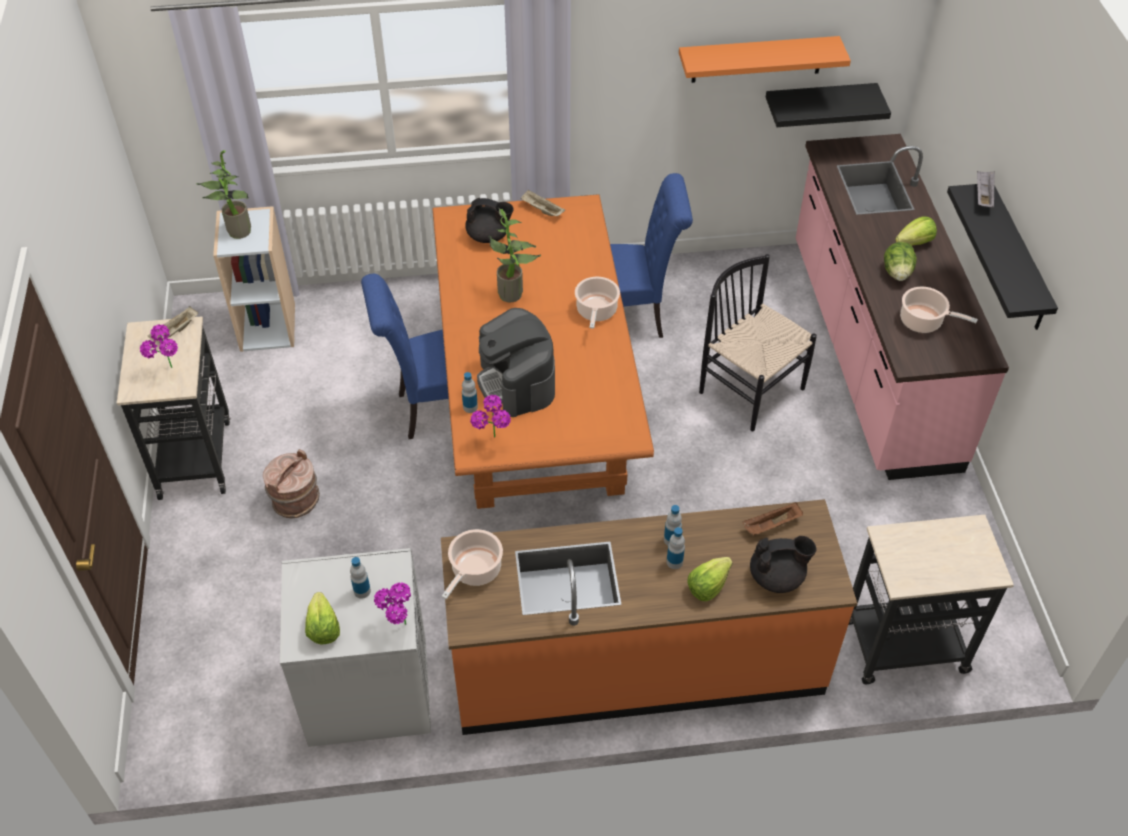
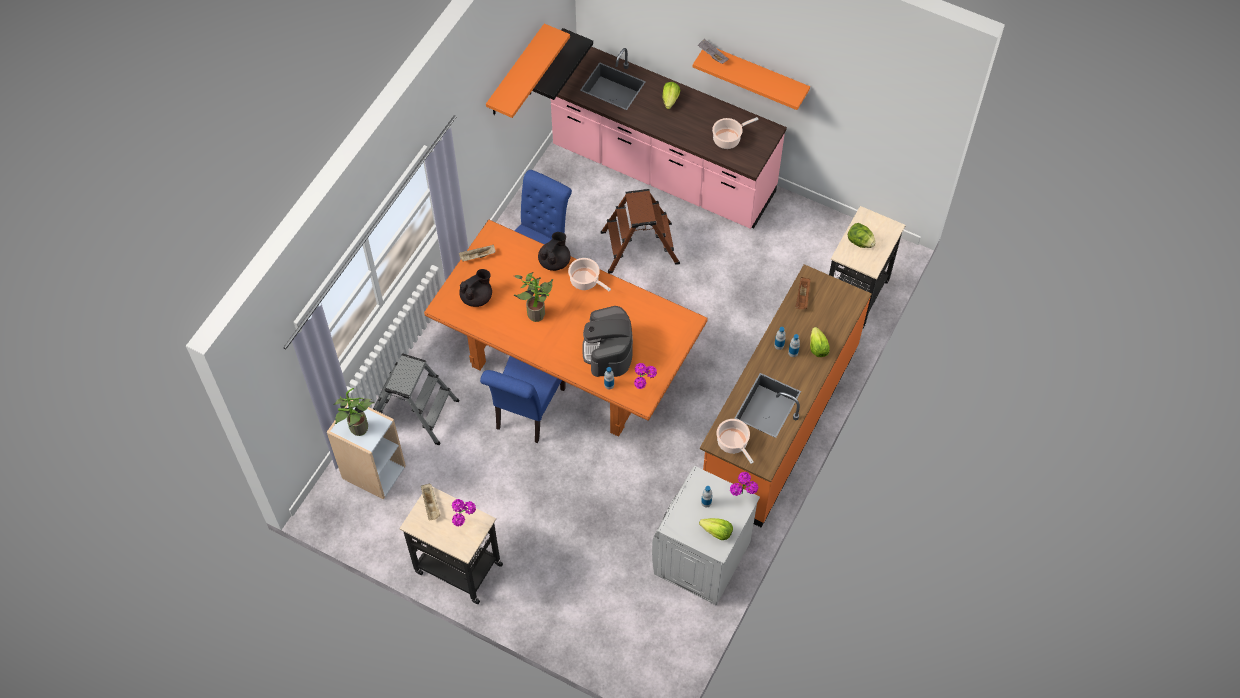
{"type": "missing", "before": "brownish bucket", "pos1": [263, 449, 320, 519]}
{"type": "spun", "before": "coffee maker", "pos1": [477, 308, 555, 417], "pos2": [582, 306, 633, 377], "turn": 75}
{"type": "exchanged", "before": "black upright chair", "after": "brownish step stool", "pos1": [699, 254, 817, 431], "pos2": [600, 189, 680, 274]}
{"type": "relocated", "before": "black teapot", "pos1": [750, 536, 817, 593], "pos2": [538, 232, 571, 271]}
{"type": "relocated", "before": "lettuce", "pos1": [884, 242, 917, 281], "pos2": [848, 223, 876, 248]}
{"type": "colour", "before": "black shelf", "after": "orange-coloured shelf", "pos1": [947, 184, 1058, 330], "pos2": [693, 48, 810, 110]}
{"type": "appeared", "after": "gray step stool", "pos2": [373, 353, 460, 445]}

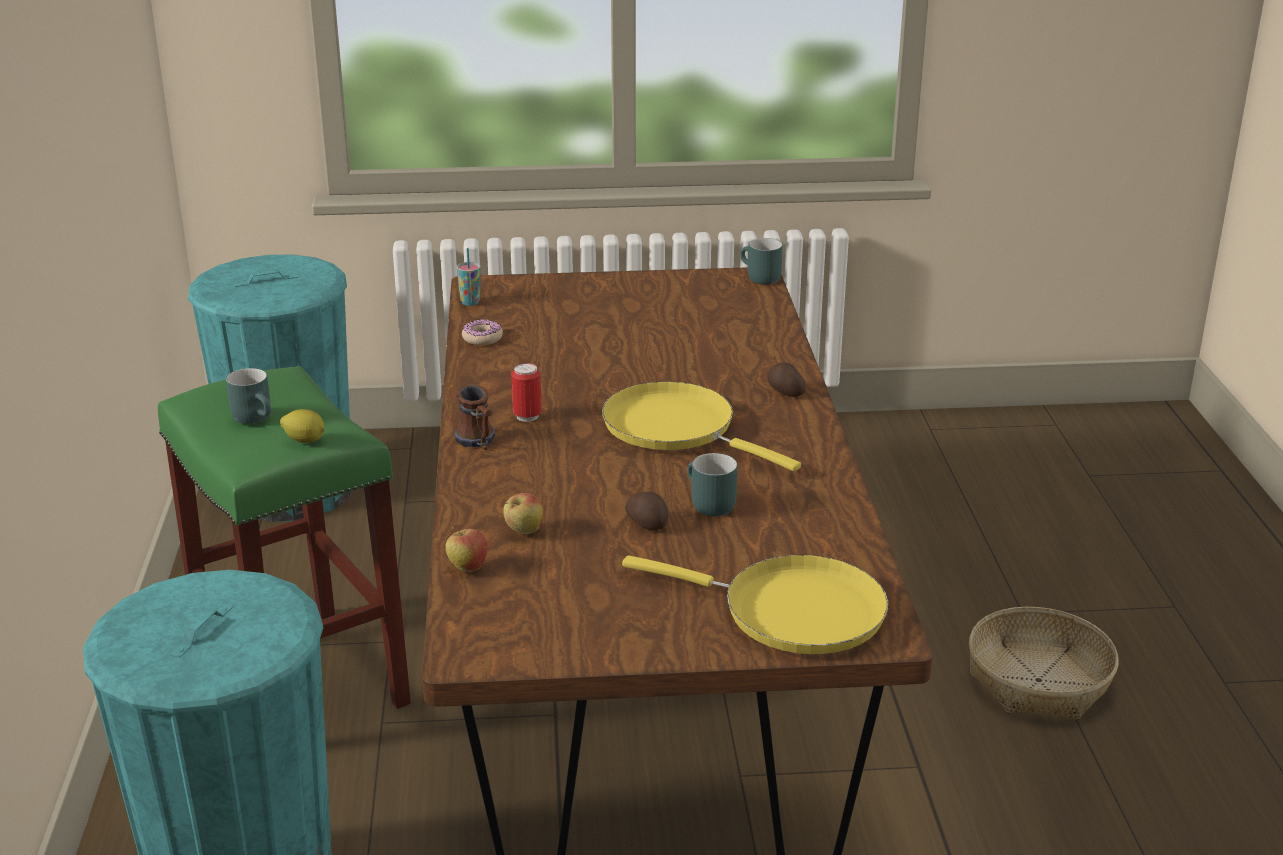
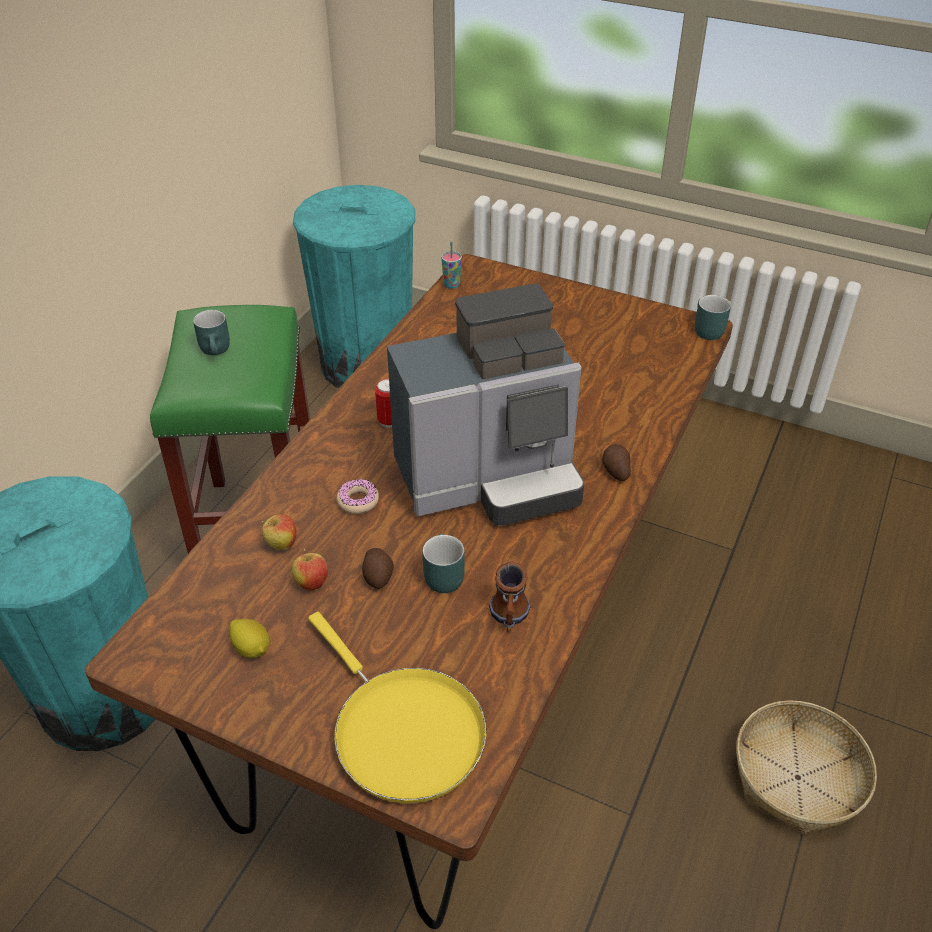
{"type": "relocated", "before": "lemon", "pos1": [280, 409, 325, 443], "pos2": [229, 619, 270, 658]}
{"type": "relocated", "before": "whole apple", "pos1": [445, 527, 488, 572], "pos2": [292, 549, 328, 591]}
{"type": "relocated", "before": "mug", "pos1": [454, 384, 495, 450], "pos2": [489, 562, 531, 632]}
{"type": "relocated", "before": "donut", "pos1": [462, 319, 503, 345], "pos2": [337, 479, 379, 514]}
{"type": "exchanged", "before": "yellowish pan", "after": "coffee maker", "pos1": [602, 381, 801, 472], "pos2": [387, 284, 584, 525]}

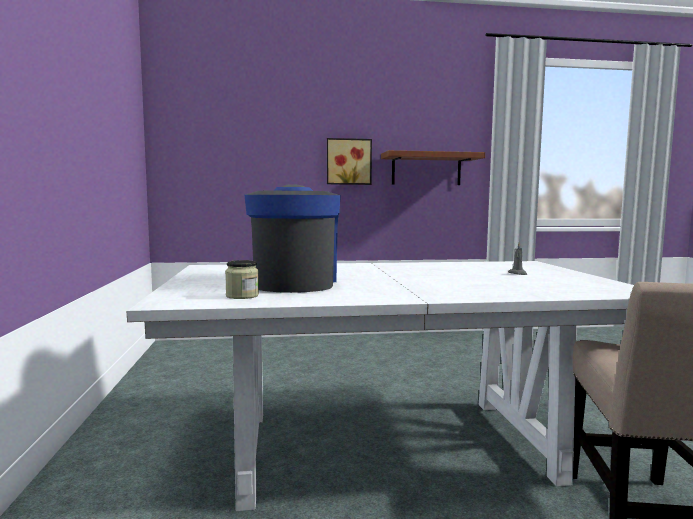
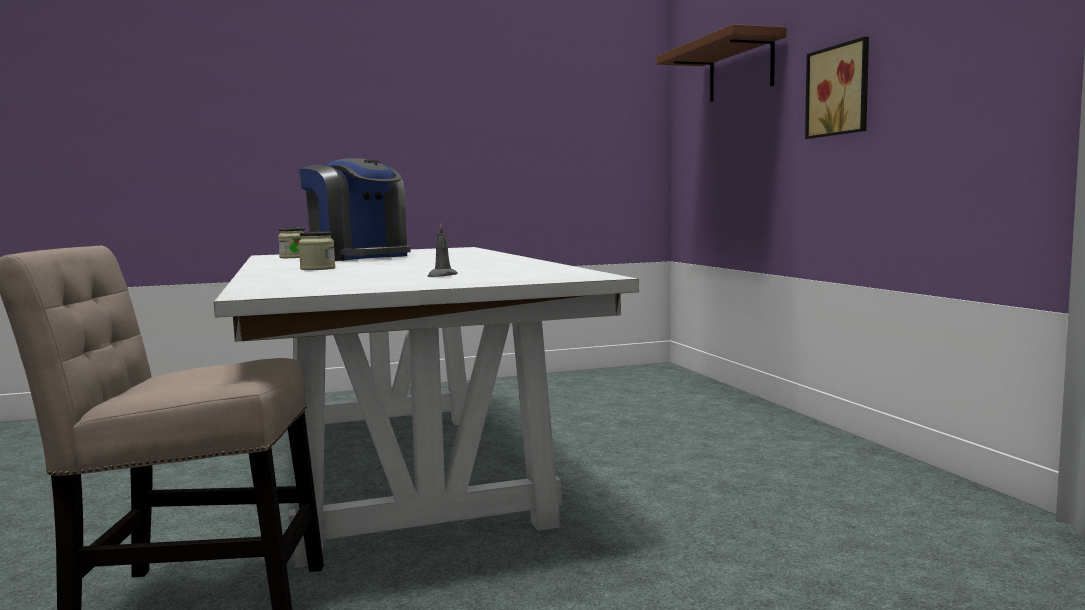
{"type": "spun", "before": "coffee maker", "pos1": [245, 184, 341, 293], "pos2": [299, 158, 410, 261], "turn": 60}
{"type": "relocated", "before": "brownish shelf", "pos1": [381, 150, 485, 185], "pos2": [657, 24, 787, 102]}
{"type": "appeared", "after": "storage jar", "pos2": [298, 232, 335, 270]}

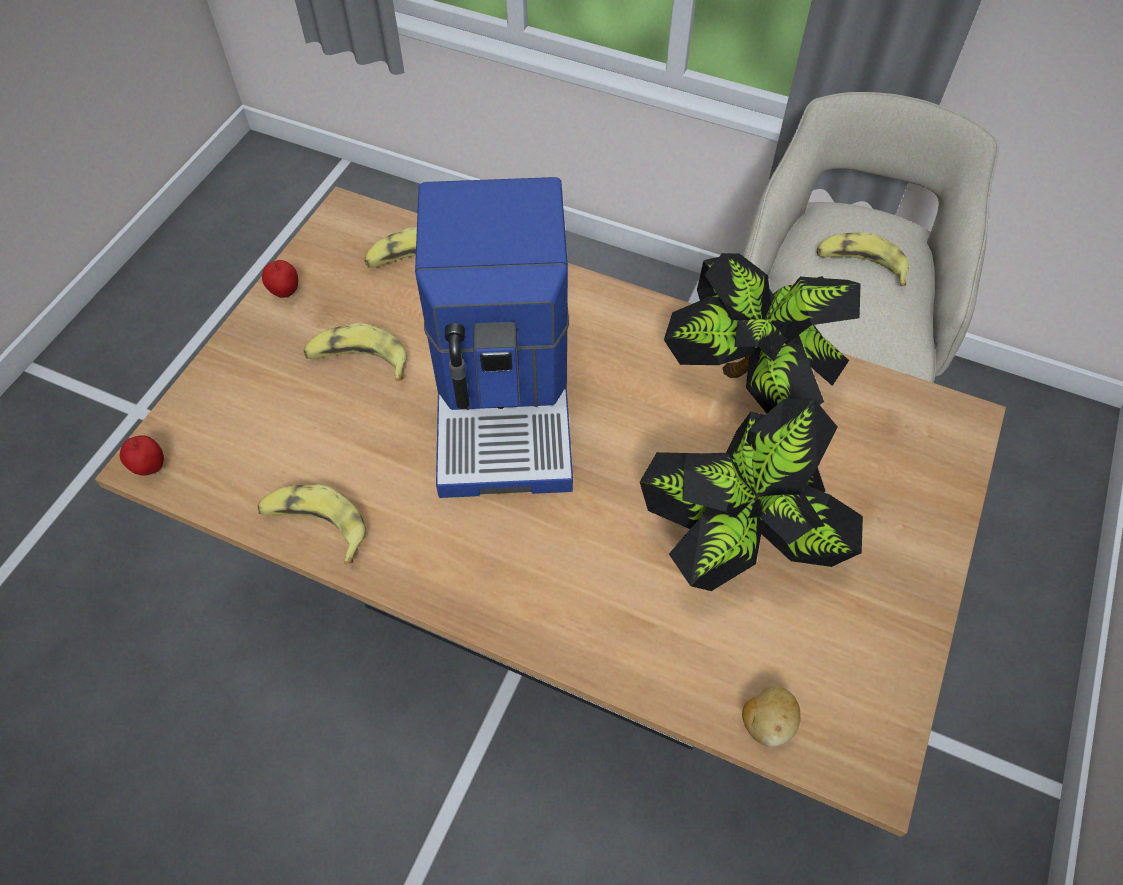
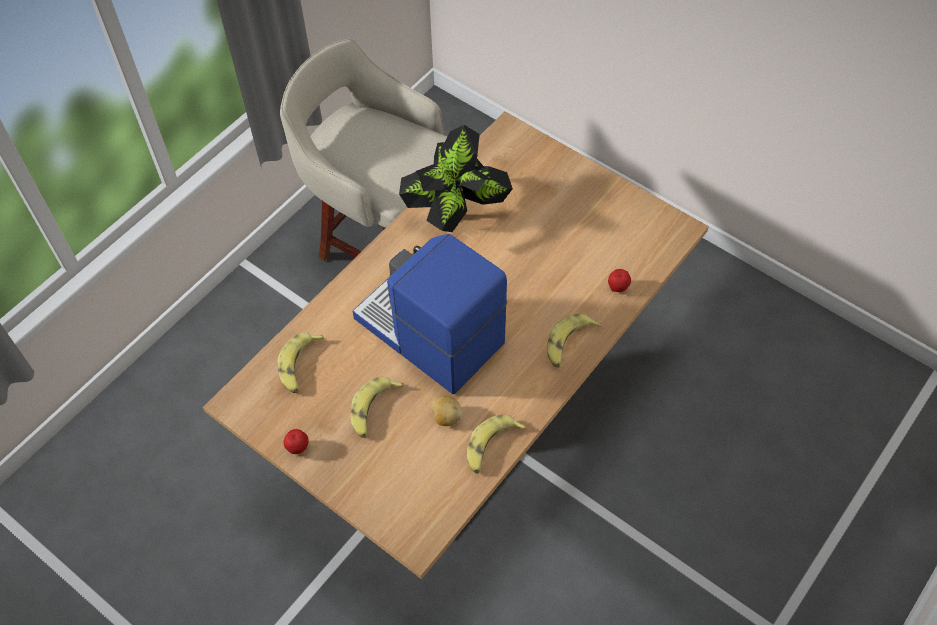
{"type": "relocated", "before": "whole apple", "pos1": [120, 435, 164, 475], "pos2": [608, 269, 631, 292]}
{"type": "spun", "before": "coffee maker", "pos1": [415, 177, 573, 498], "pos2": [353, 234, 507, 394], "turn": -150}
{"type": "missing", "before": "houseplant", "pos1": [640, 398, 863, 591]}
{"type": "relocated", "before": "potato", "pos1": [742, 685, 801, 747], "pos2": [431, 396, 462, 426]}
{"type": "relocated", "before": "whole banana", "pos1": [817, 232, 909, 286], "pos2": [547, 314, 601, 367]}

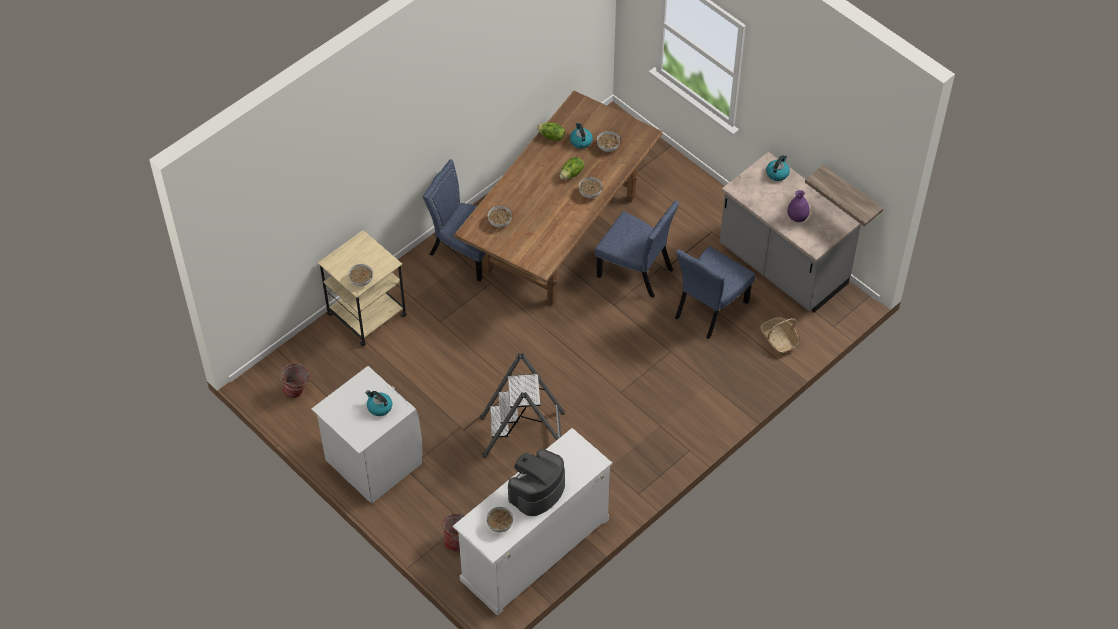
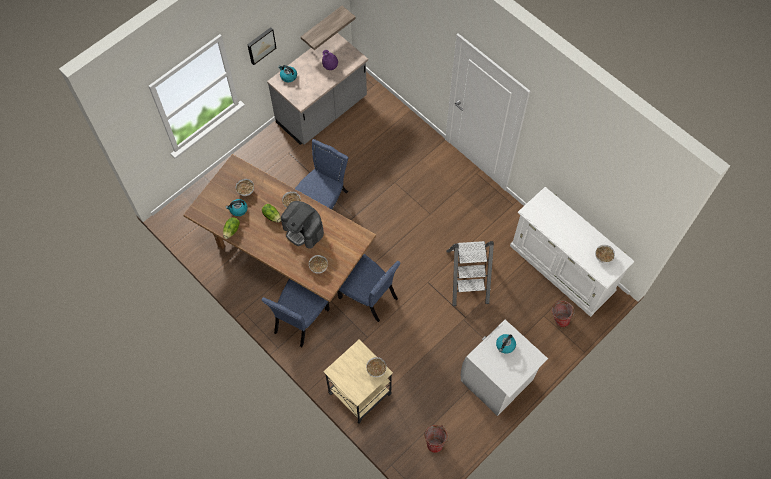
{"type": "relocated", "before": "coffee maker", "pos1": [508, 449, 565, 516], "pos2": [281, 201, 324, 249]}
{"type": "relocated", "before": "blue upright chair", "pos1": [675, 246, 755, 339], "pos2": [338, 254, 400, 322]}
{"type": "missing", "before": "basket", "pos1": [760, 317, 799, 354]}
{"type": "appeared", "after": "picture", "pos2": [247, 27, 276, 65]}

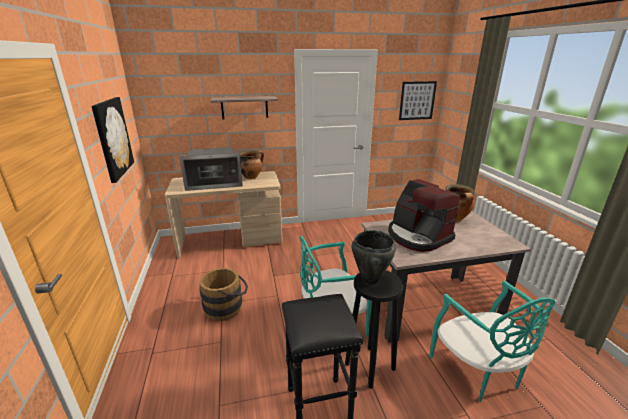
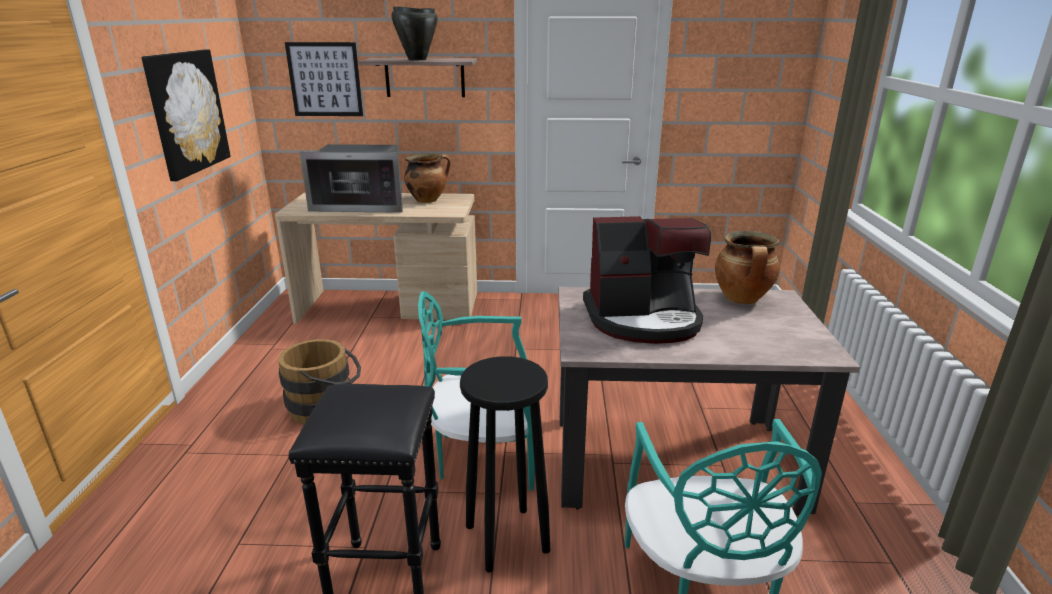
{"type": "relocated", "before": "black stockpot", "pos1": [352, 230, 396, 284], "pos2": [391, 6, 438, 60]}
{"type": "spun", "before": "coffee maker", "pos1": [388, 179, 460, 252], "pos2": [583, 216, 711, 344], "turn": -75}
{"type": "relocated", "before": "picture", "pos1": [399, 81, 437, 120], "pos2": [285, 42, 363, 116]}

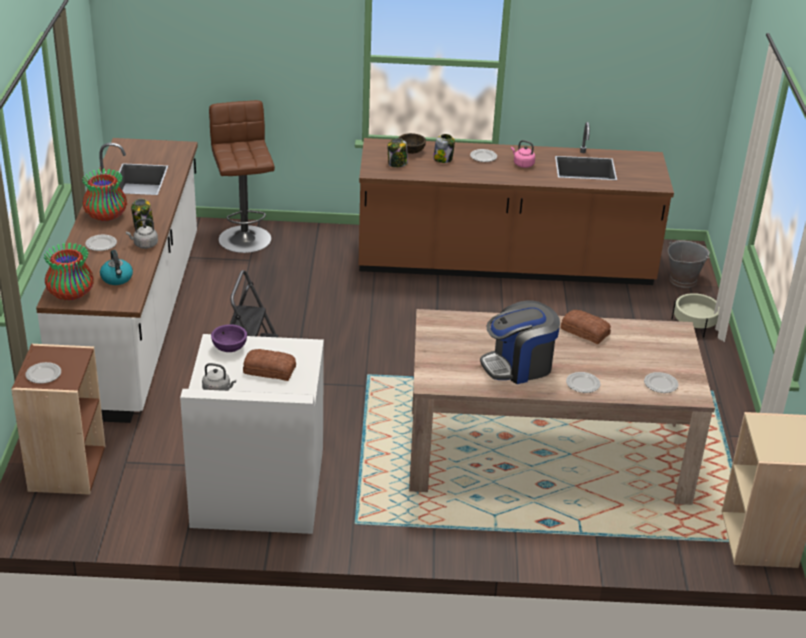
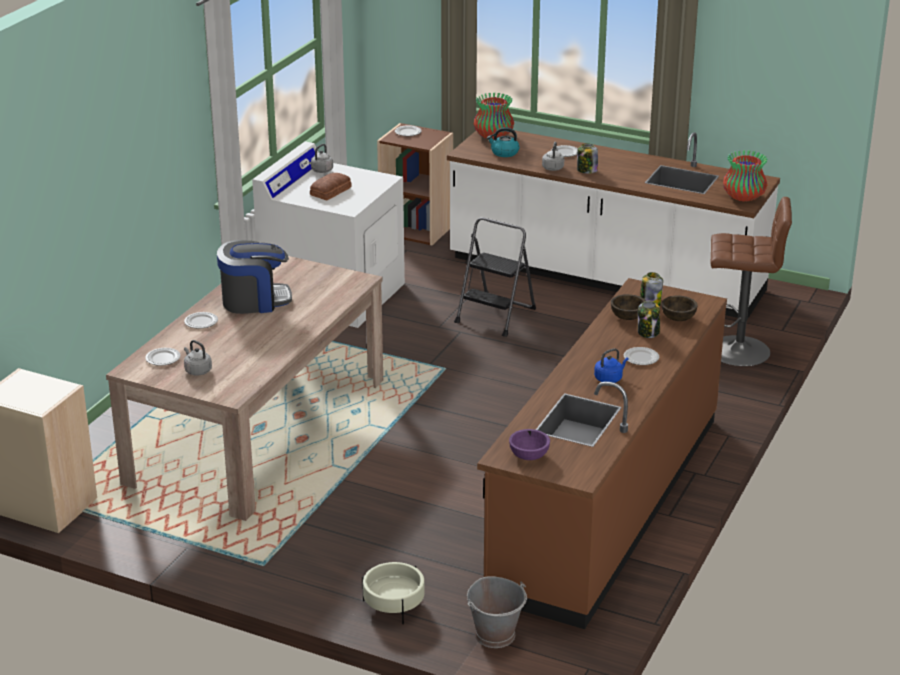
{"type": "relocated", "before": "decorative vase", "pos1": [82, 169, 127, 221], "pos2": [723, 150, 768, 202]}
{"type": "relocated", "before": "purple-coloured serving bowl", "pos1": [211, 324, 247, 352], "pos2": [509, 429, 550, 460]}
{"type": "spun", "before": "coffee maker", "pos1": [480, 300, 560, 384], "pos2": [217, 240, 292, 314], "turn": 75}
{"type": "colour", "before": "pinkish water kettle", "after": "blue water kettle", "pos1": [511, 140, 535, 168], "pos2": [594, 348, 629, 383]}
{"type": "missing", "before": "bread", "pos1": [561, 310, 611, 344]}
{"type": "appeared", "after": "gray water kettle", "pos2": [184, 340, 212, 376]}
{"type": "appeared", "after": "brownish serving bowl", "pos2": [611, 294, 645, 320]}

